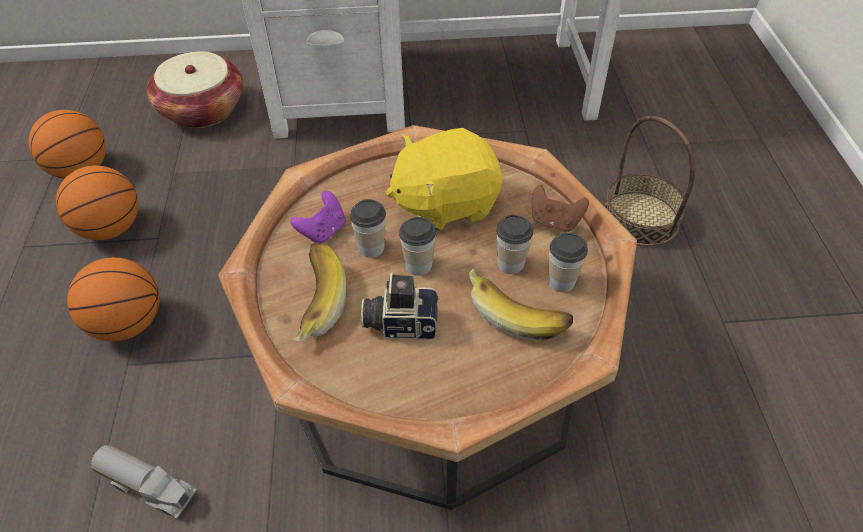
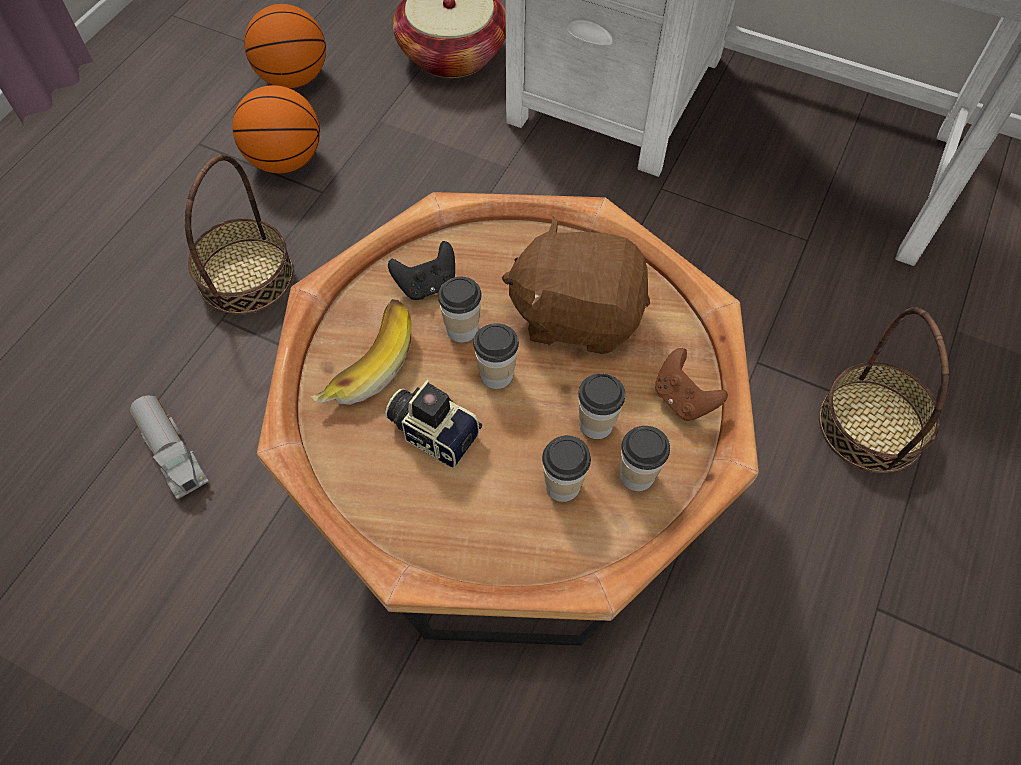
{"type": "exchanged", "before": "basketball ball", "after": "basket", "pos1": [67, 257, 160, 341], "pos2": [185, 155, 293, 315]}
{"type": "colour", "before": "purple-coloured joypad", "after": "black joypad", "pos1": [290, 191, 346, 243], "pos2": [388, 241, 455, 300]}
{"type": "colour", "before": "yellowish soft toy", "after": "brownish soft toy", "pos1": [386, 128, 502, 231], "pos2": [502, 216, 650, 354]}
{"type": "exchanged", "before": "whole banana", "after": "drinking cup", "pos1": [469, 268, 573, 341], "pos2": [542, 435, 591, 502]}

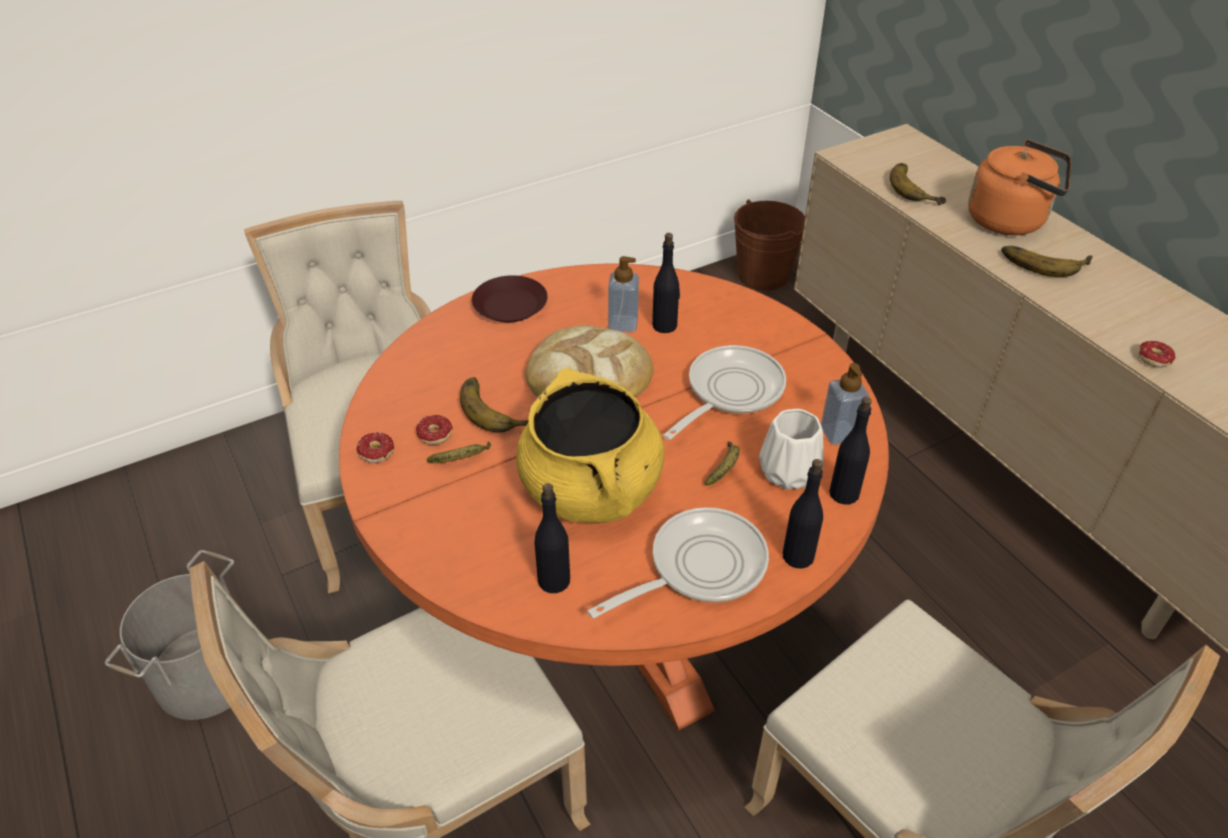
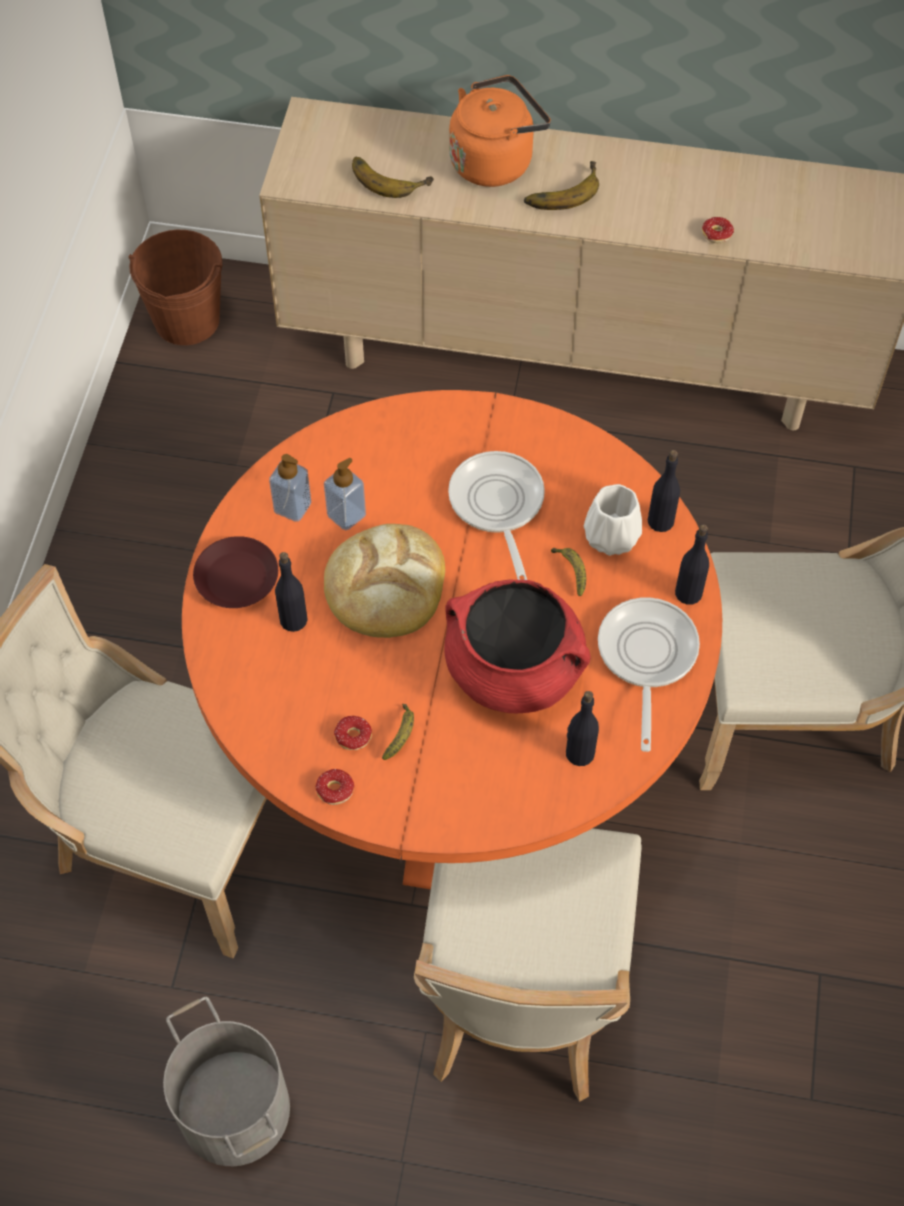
{"type": "missing", "before": "whole banana", "pos1": [460, 377, 529, 433]}
{"type": "colour", "before": "yellowish stockpot", "after": "reddish stockpot", "pos1": [516, 368, 665, 523], "pos2": [444, 579, 591, 713]}
{"type": "relocated", "before": "black drink bottle", "pos1": [652, 233, 680, 333], "pos2": [275, 552, 308, 632]}
{"type": "relocated", "before": "soap bottle", "pos1": [821, 363, 869, 445], "pos2": [269, 454, 311, 522]}

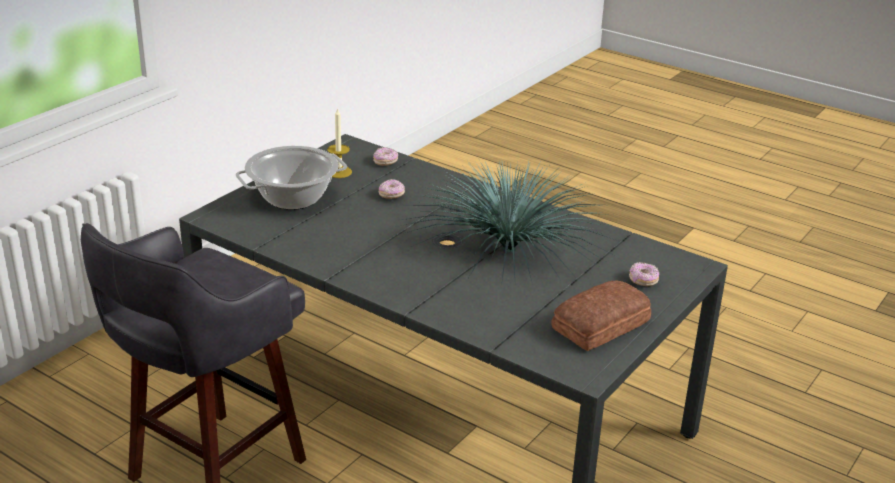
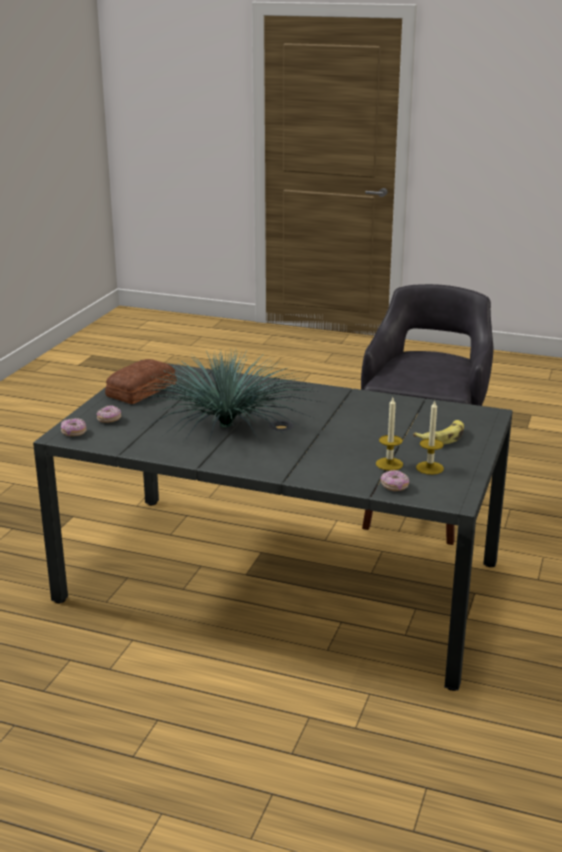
{"type": "exchanged", "before": "stockpot", "after": "whole banana", "pos1": [236, 146, 347, 210], "pos2": [413, 420, 464, 445]}
{"type": "relocated", "before": "donut", "pos1": [379, 179, 405, 199], "pos2": [61, 418, 87, 436]}
{"type": "appeared", "after": "wax light", "pos2": [376, 398, 403, 471]}

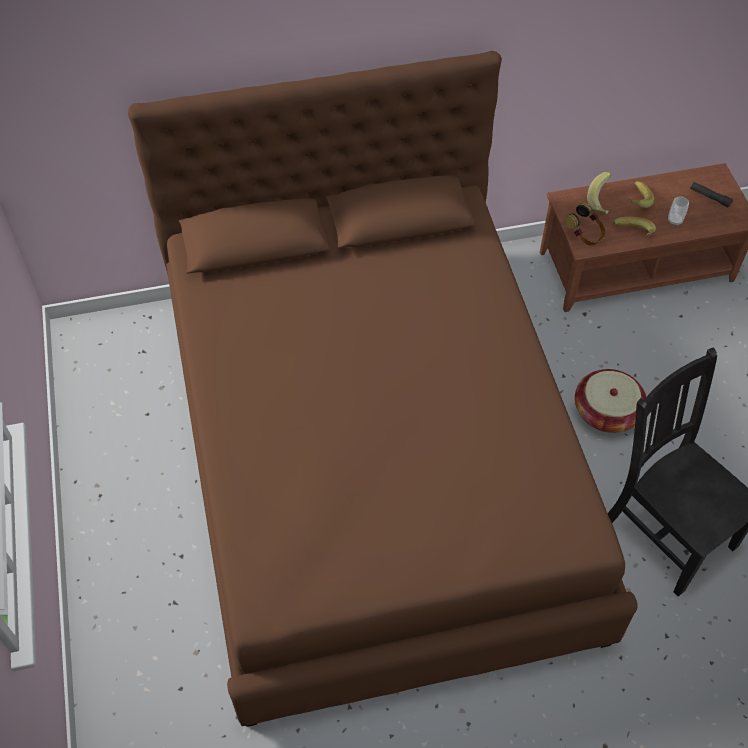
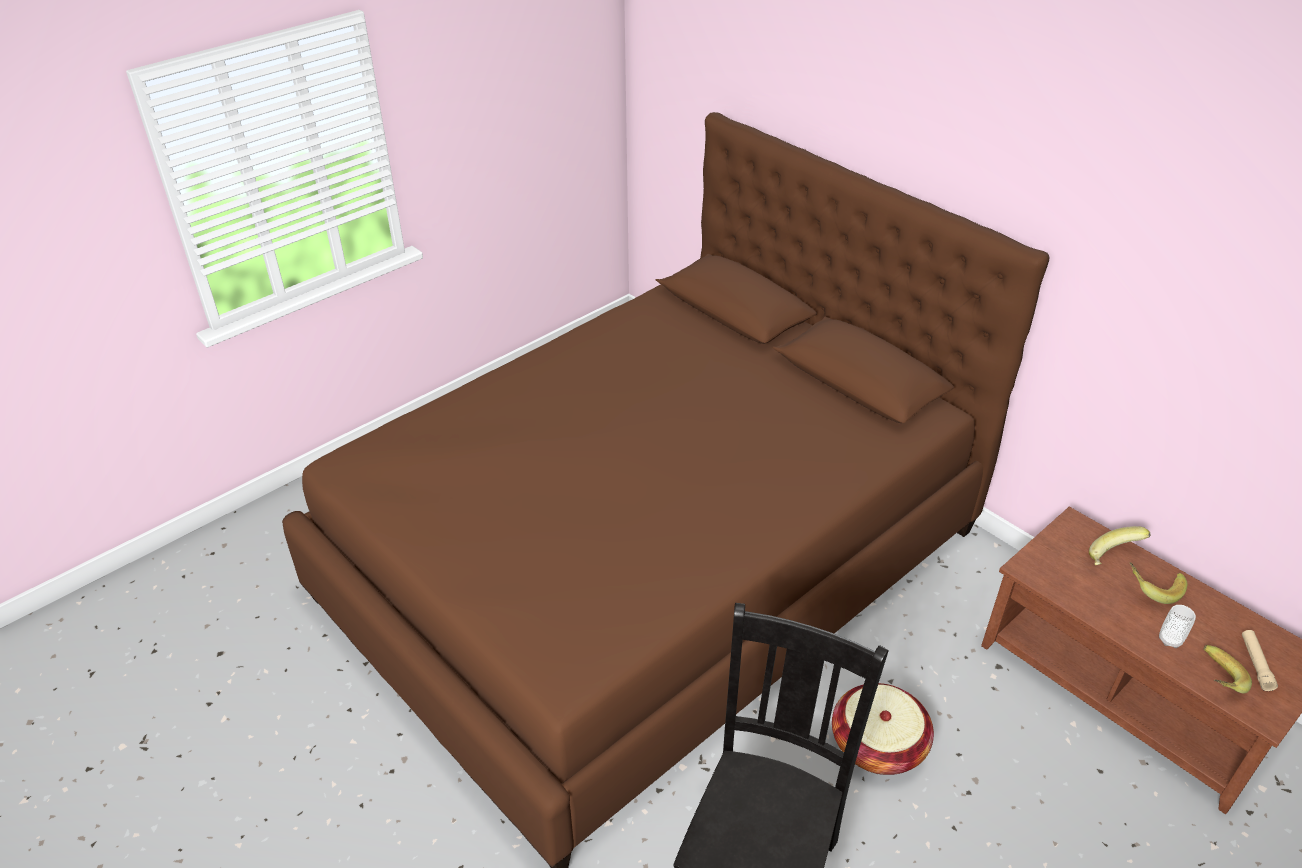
{"type": "missing", "before": "headphones", "pos1": [565, 202, 606, 246]}
{"type": "relocated", "before": "whole banana", "pos1": [613, 217, 656, 236], "pos2": [1204, 645, 1252, 694]}
{"type": "colour", "before": "black torch", "after": "beige torch", "pos1": [690, 182, 733, 208], "pos2": [1242, 630, 1278, 691]}

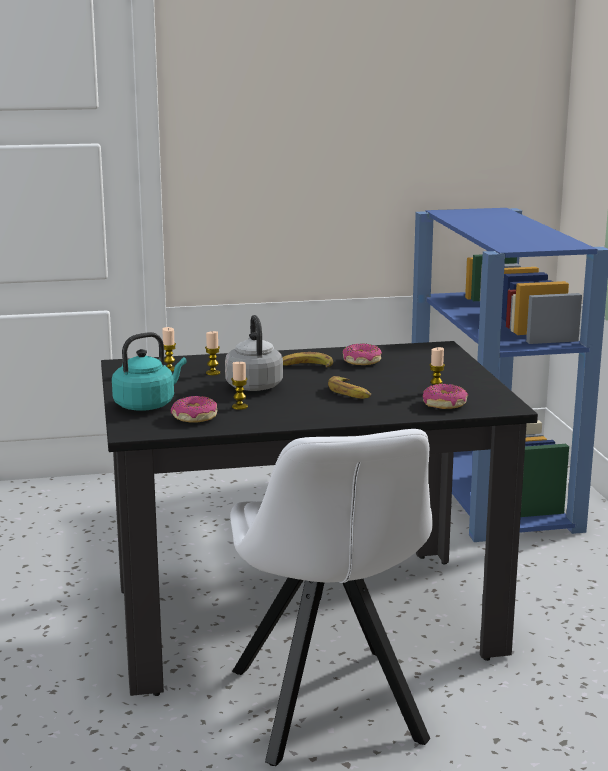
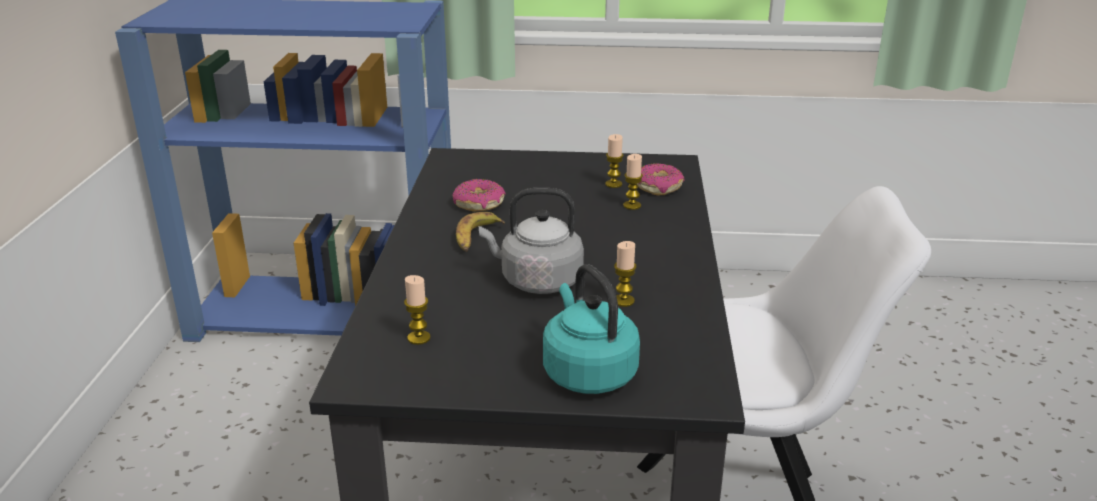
{"type": "missing", "before": "donut", "pos1": [171, 396, 218, 422]}
{"type": "relocated", "before": "wax light", "pos1": [205, 331, 220, 375], "pos2": [623, 154, 643, 210]}
{"type": "missing", "before": "whole banana", "pos1": [328, 376, 371, 399]}

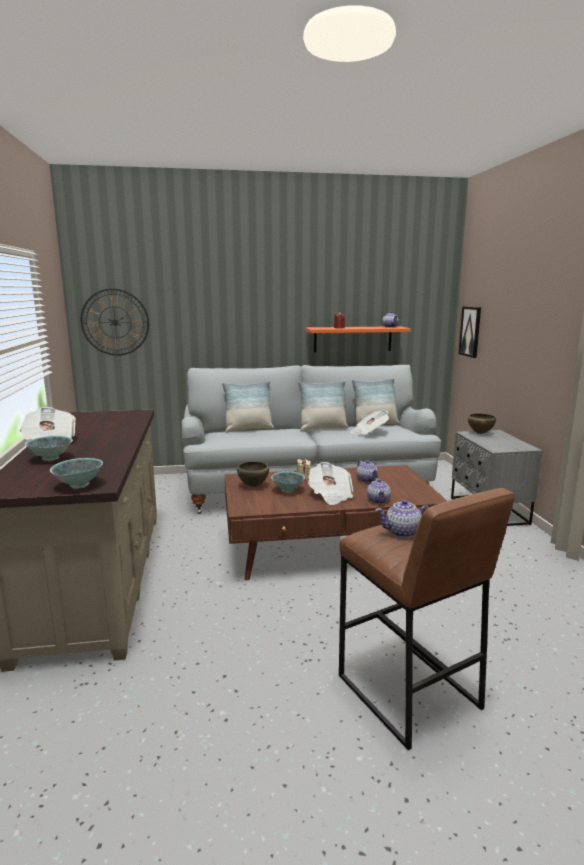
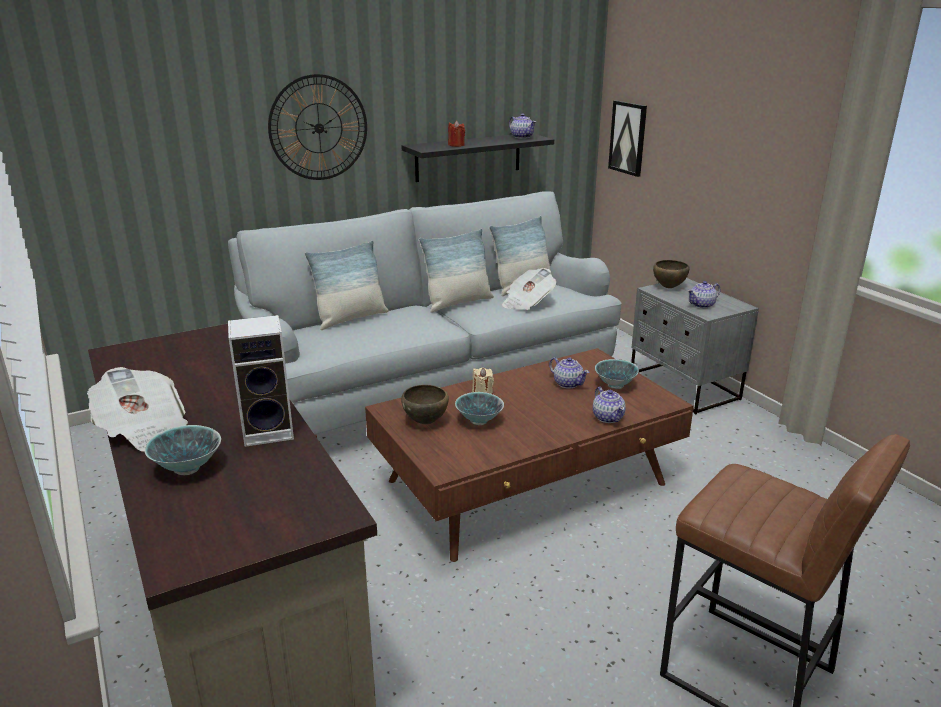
{"type": "relocated", "before": "serving bowl", "pos1": [50, 458, 103, 489], "pos2": [595, 359, 639, 389]}
{"type": "relocated", "before": "clock on the wall", "pos1": [80, 288, 149, 356], "pos2": [268, 74, 367, 180]}
{"type": "colour", "before": "orange-coloured shelf", "after": "black shelf", "pos1": [305, 326, 411, 352], "pos2": [402, 134, 554, 182]}
{"type": "missing", "before": "newspaper", "pos1": [308, 462, 353, 505]}
{"type": "relocated", "before": "teapot", "pos1": [375, 500, 429, 538], "pos2": [687, 281, 720, 308]}
{"type": "appeared", "after": "audio speaker", "pos2": [228, 315, 294, 447]}

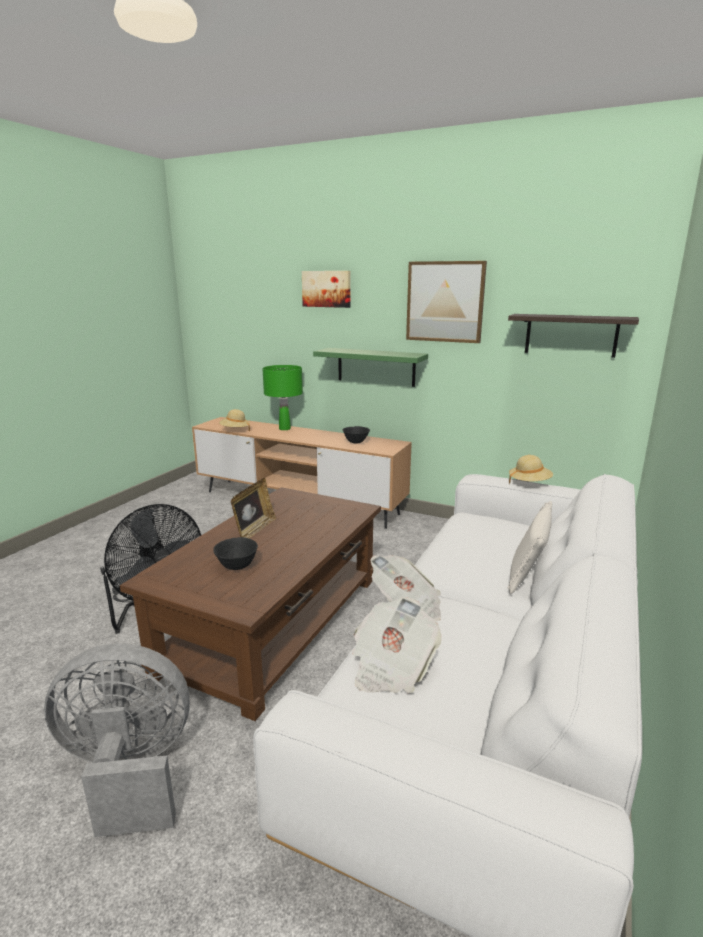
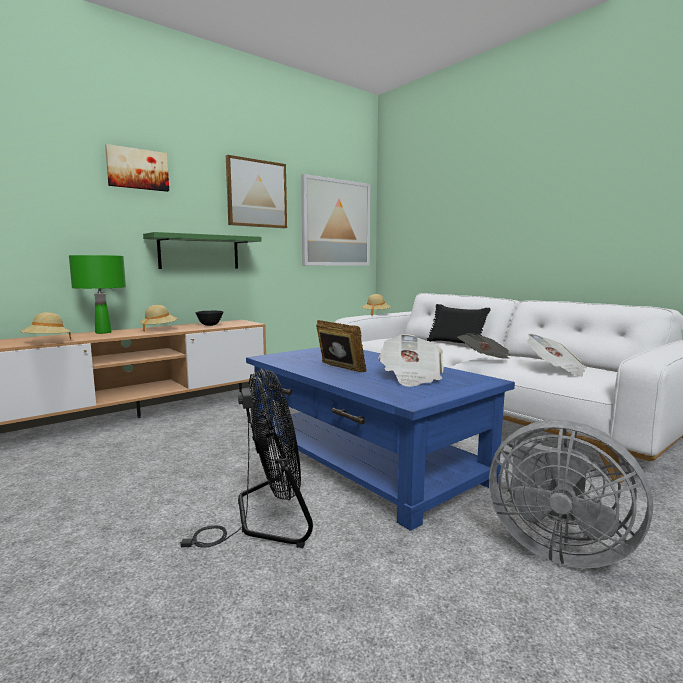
{"type": "spun", "before": "gray fan", "pos1": [44, 644, 190, 837], "pos2": [489, 420, 653, 568], "turn": -75}
{"type": "colour", "before": "brownish low table", "after": "blue low table", "pos1": [120, 487, 381, 721], "pos2": [246, 347, 515, 531]}
{"type": "exchanged", "before": "black serving bowl", "after": "newspaper", "pos1": [213, 537, 258, 570], "pos2": [379, 334, 444, 387]}
{"type": "exchanged", "before": "shelf", "after": "picture", "pos1": [508, 314, 639, 358], "pos2": [301, 174, 370, 266]}
{"type": "colour", "before": "whitish throw pillow", "after": "black throw pillow", "pos1": [508, 501, 552, 594], "pos2": [427, 304, 491, 344]}
{"type": "appeared", "after": "beige wearable hat", "pos2": [139, 305, 178, 332]}

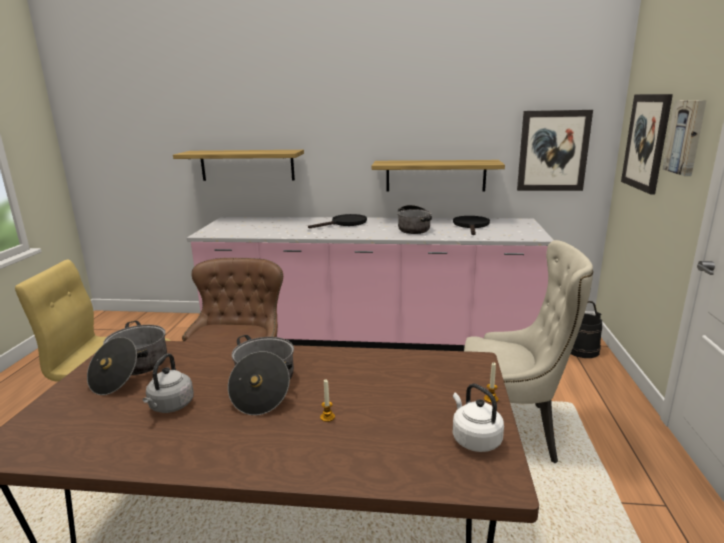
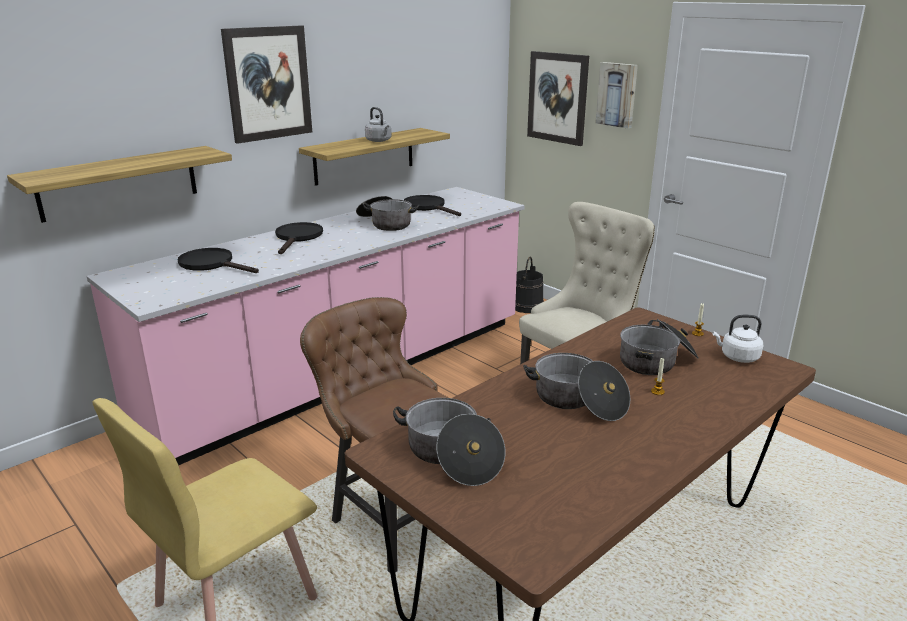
{"type": "relocated", "before": "gray water kettle", "pos1": [143, 353, 194, 413], "pos2": [365, 107, 392, 142]}
{"type": "relocated", "before": "picture", "pos1": [517, 110, 593, 191], "pos2": [221, 26, 312, 144]}
{"type": "appeared", "after": "black pan", "pos2": [178, 248, 259, 273]}
{"type": "appeared", "after": "stockpot", "pos2": [620, 319, 698, 375]}

